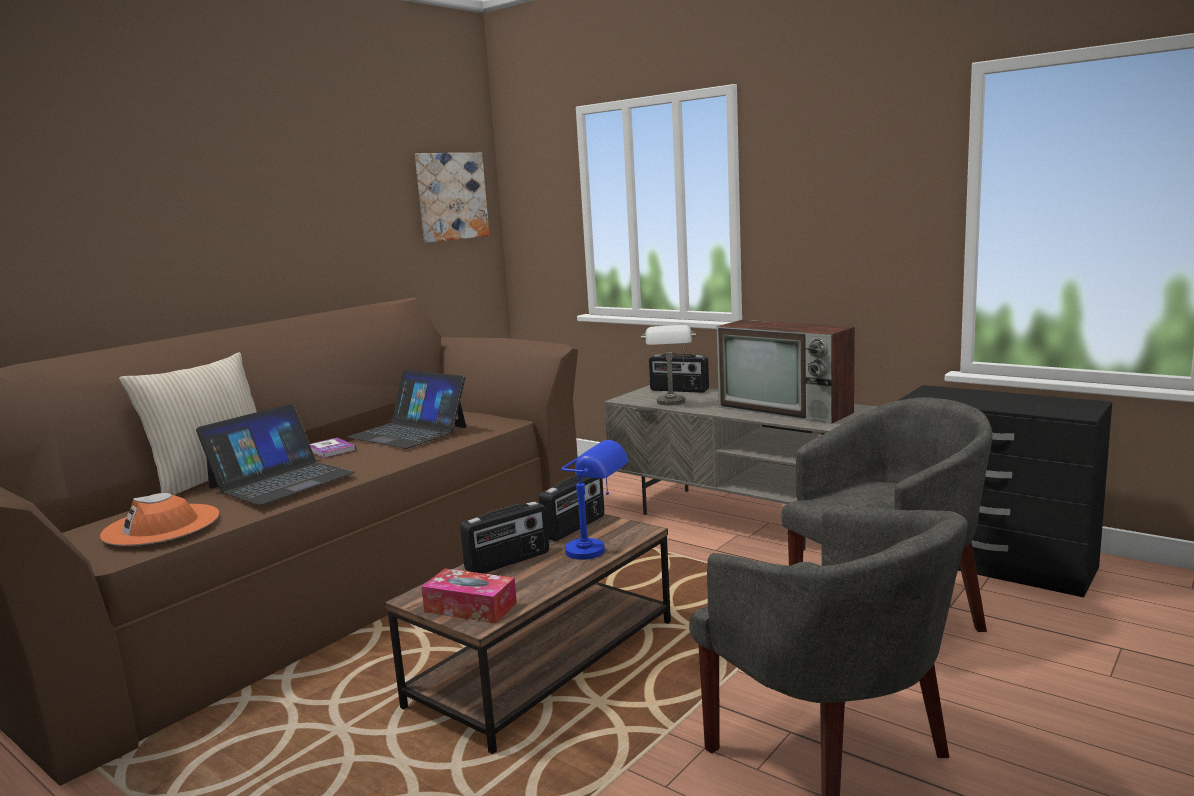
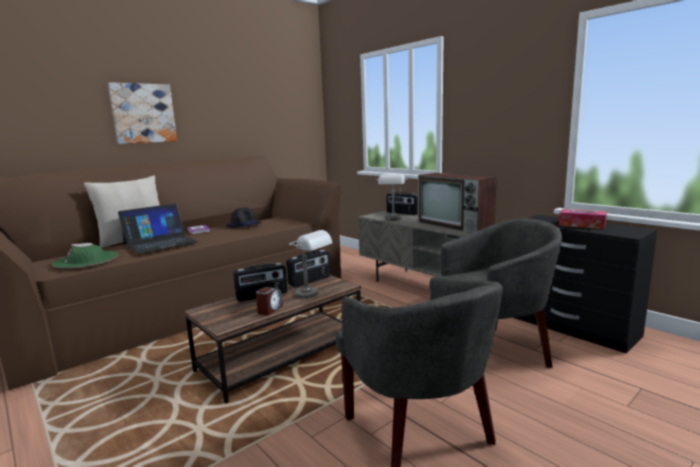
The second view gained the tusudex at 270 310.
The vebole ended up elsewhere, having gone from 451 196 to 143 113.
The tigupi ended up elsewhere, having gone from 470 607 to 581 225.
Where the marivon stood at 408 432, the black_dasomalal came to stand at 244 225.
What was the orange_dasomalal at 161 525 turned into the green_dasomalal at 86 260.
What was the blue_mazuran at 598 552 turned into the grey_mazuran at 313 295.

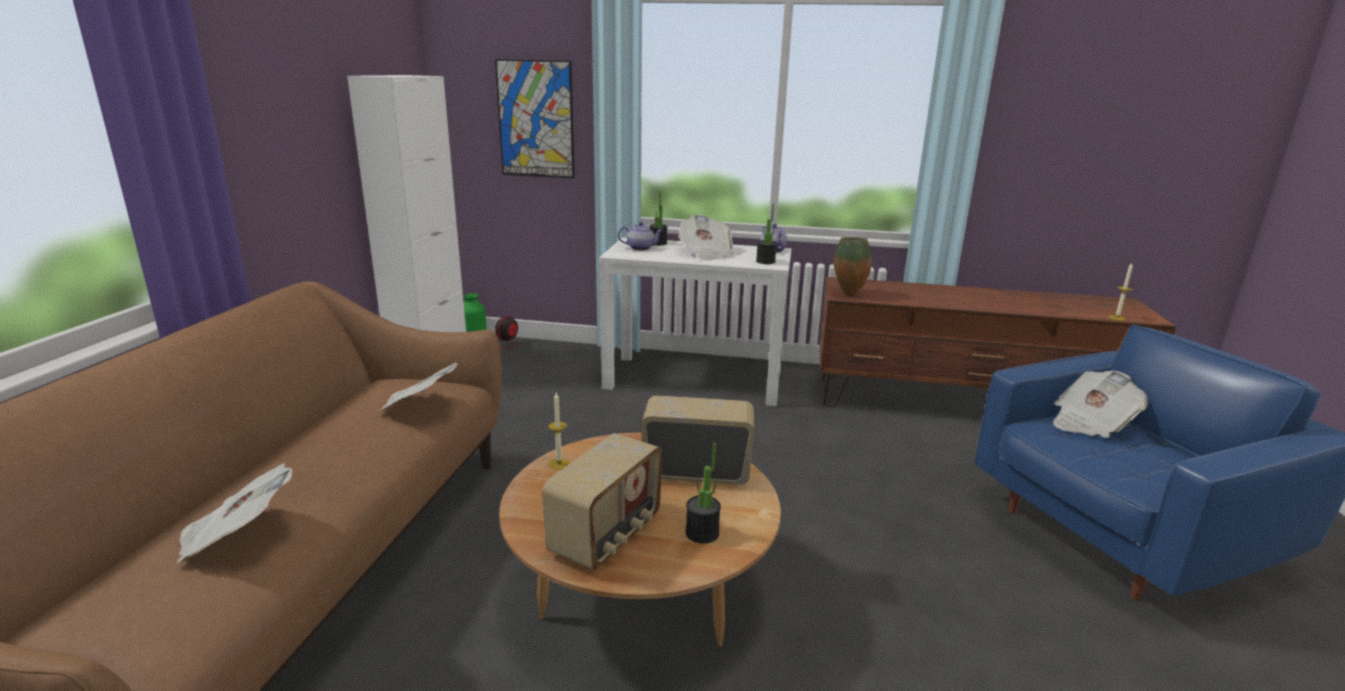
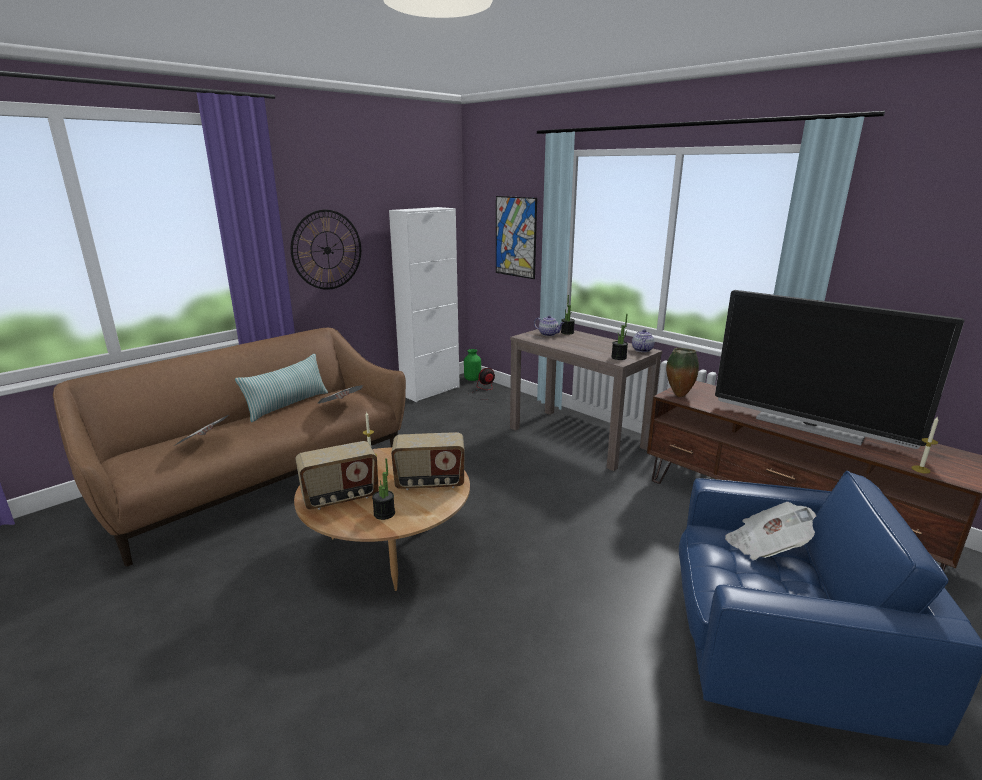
The second view lost the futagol at 705 253.
The second view gained the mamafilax at 287 405.
The second view gained the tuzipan at 327 250.
The second view gained the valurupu at 809 426.
What was the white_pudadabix at 695 379 turned into the brown_pudadabix at 578 438.
The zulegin at 696 472 ended up facing another way, 135 degrees clockwise from before.

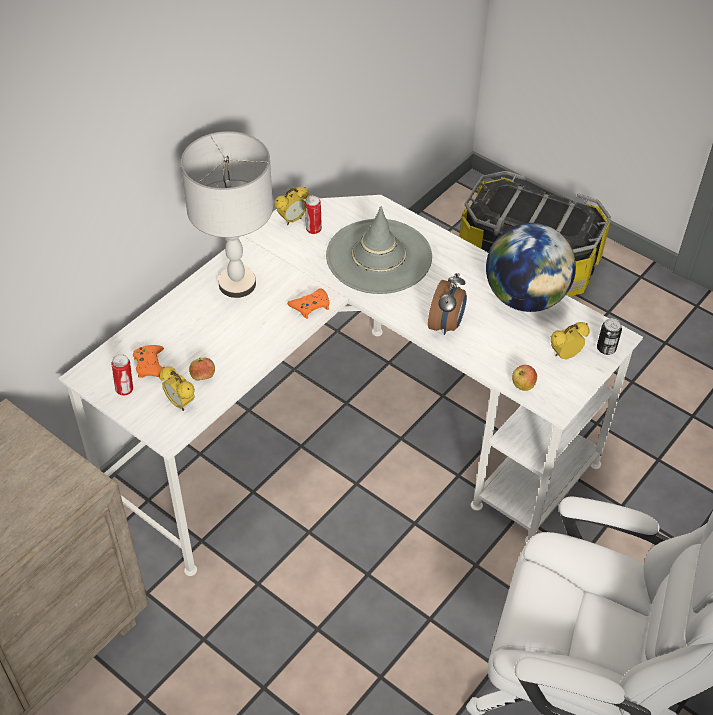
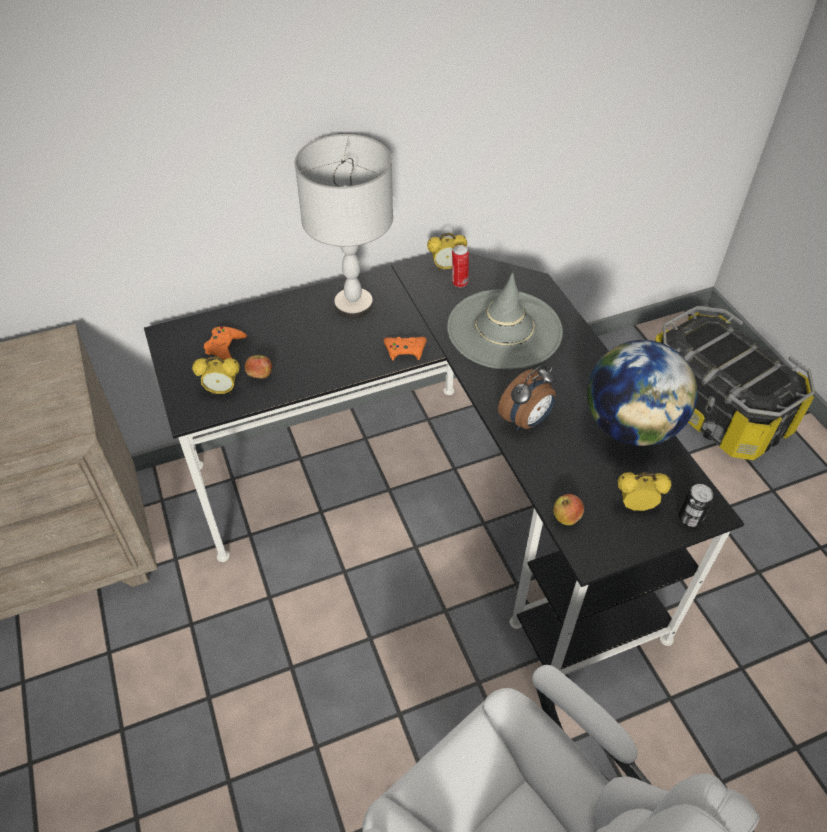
The second view lost the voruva at 125 389.
What was the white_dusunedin at 348 437 turned into the black_dusunedin at 435 501.
The tusudex at 180 403 ended up facing another way, 75 degrees counterclockwise from before.

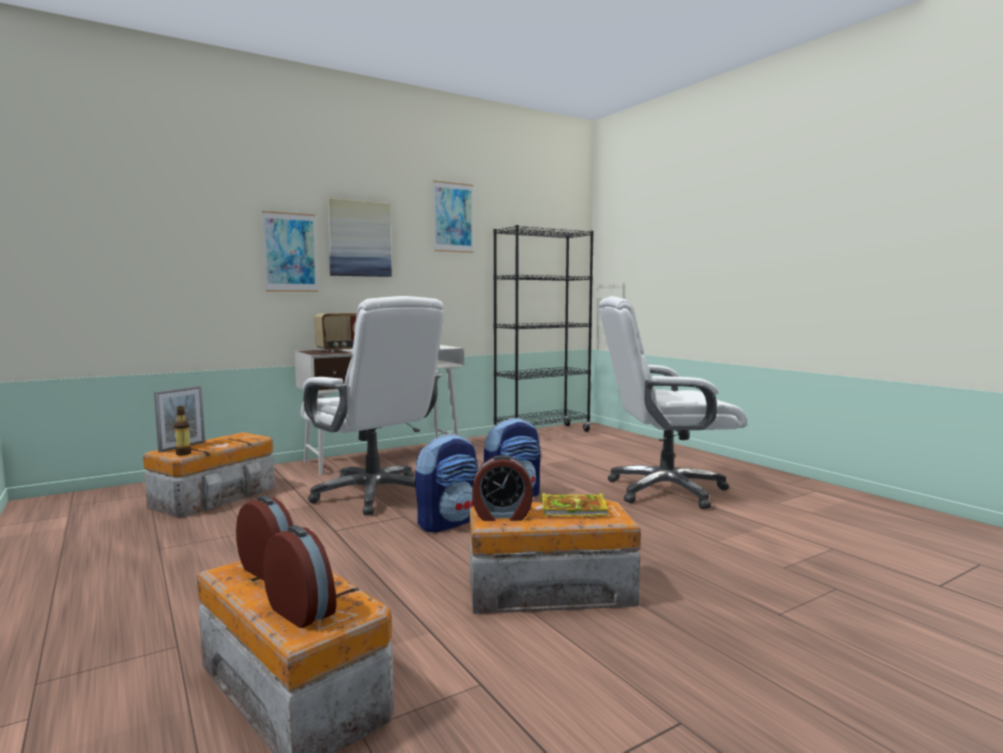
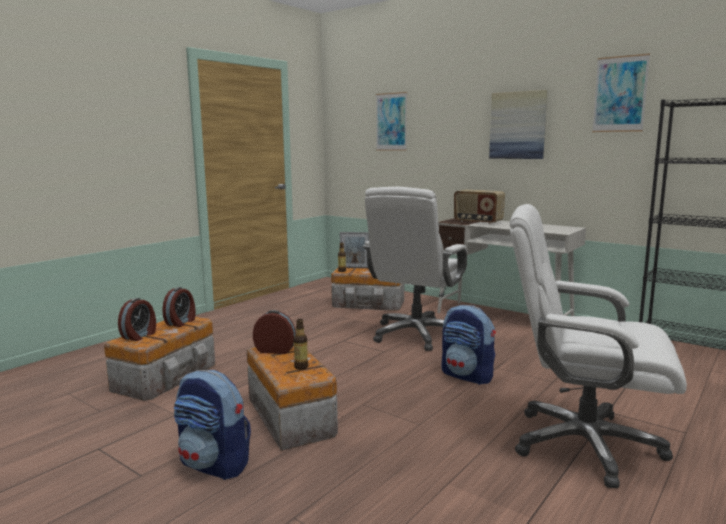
The vebole ended up elsewhere, having gone from 290 252 to 391 122.
The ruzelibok ended up elsewhere, having gone from 448 522 to 215 465.
Where the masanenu stood at 575 509, the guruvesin came to stand at 301 367.
The tusudex at 502 516 ended up facing another way, 120 degrees clockwise from before.
The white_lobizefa at 665 490 ended up facing another way, 45 degrees counterclockwise from before.

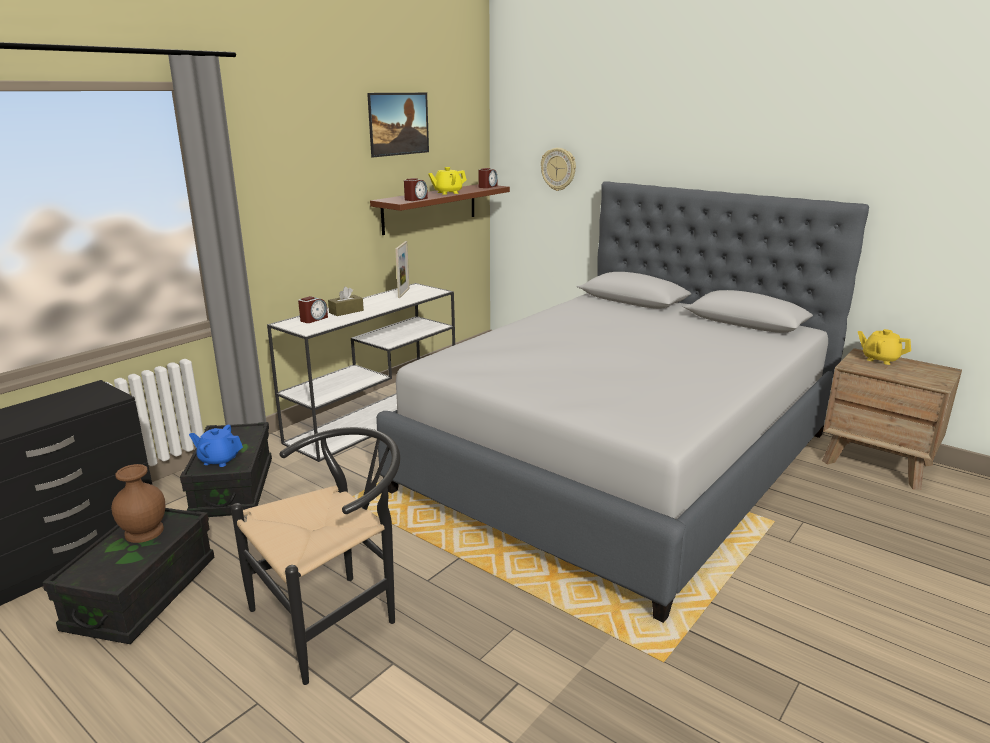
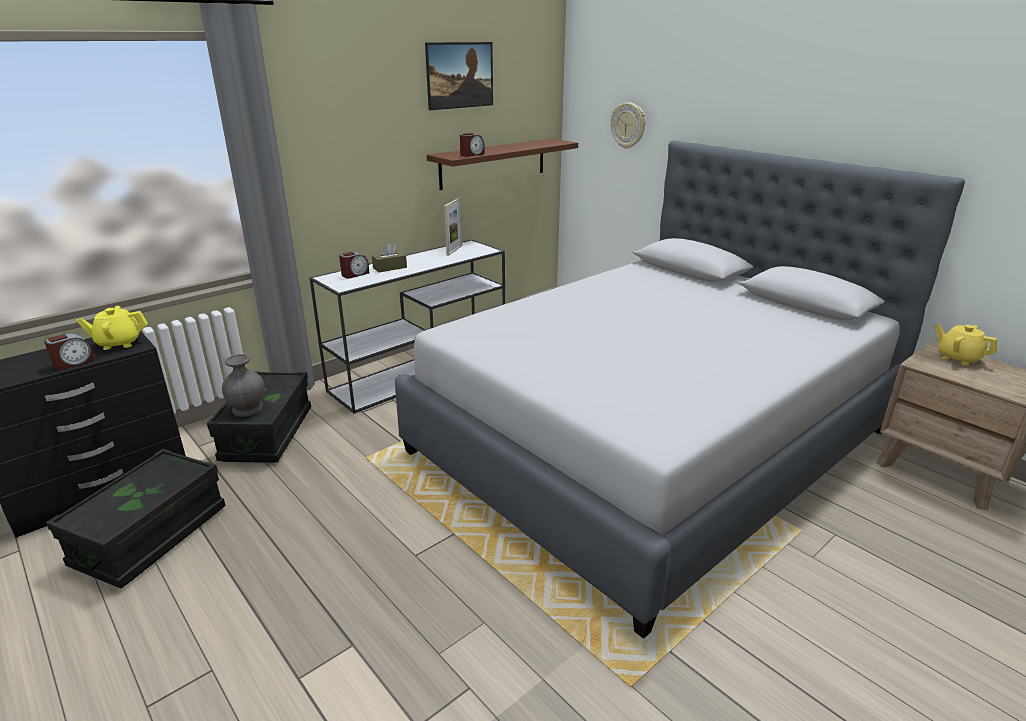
The second view lost the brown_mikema at 144 531.
The second view lost the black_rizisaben at 335 616.
The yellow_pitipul ended up elsewhere, having gone from 447 193 to 119 343.
The tusudex ended up elsewhere, having gone from 487 187 to 74 363.
Where the blue_pitipul stood at 219 460, the grey_mikema came to stand at 248 408.

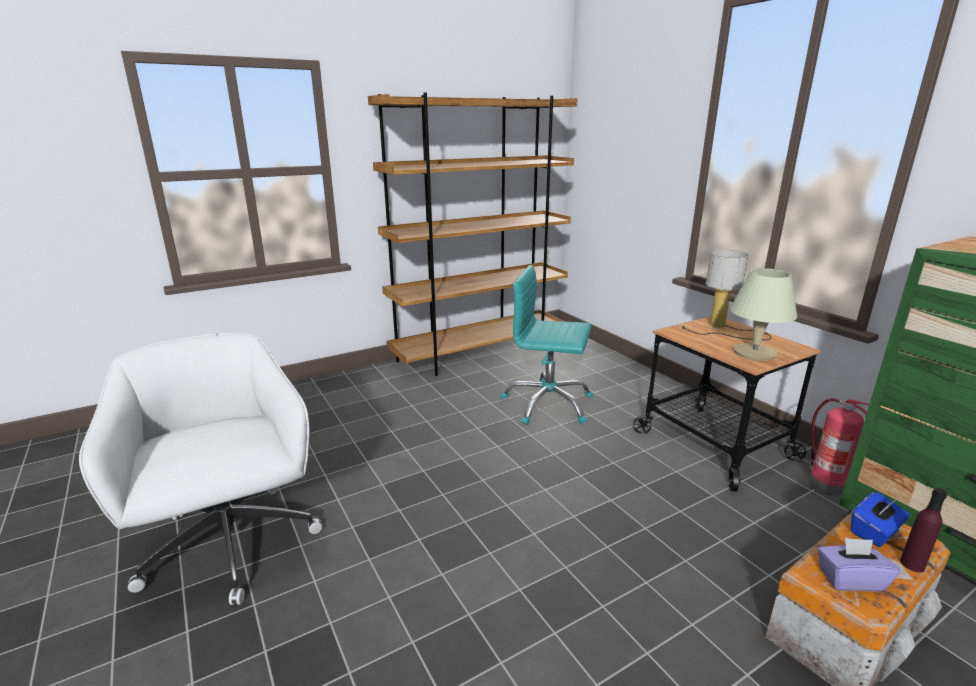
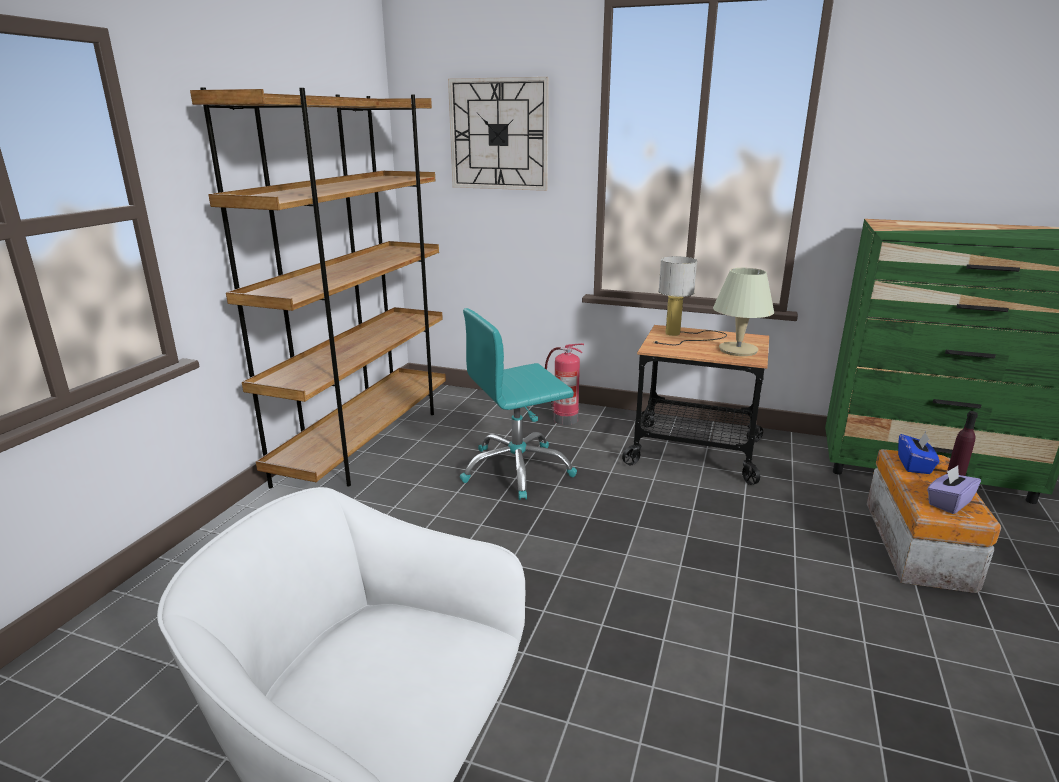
The second view gained the tuzipan at 499 134.
The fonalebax ended up elsewhere, having gone from 823 485 to 564 419.

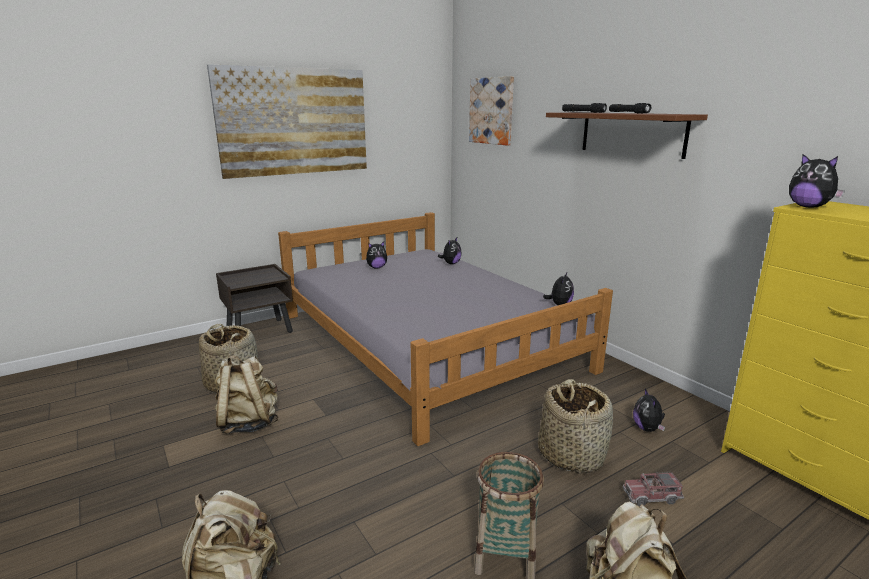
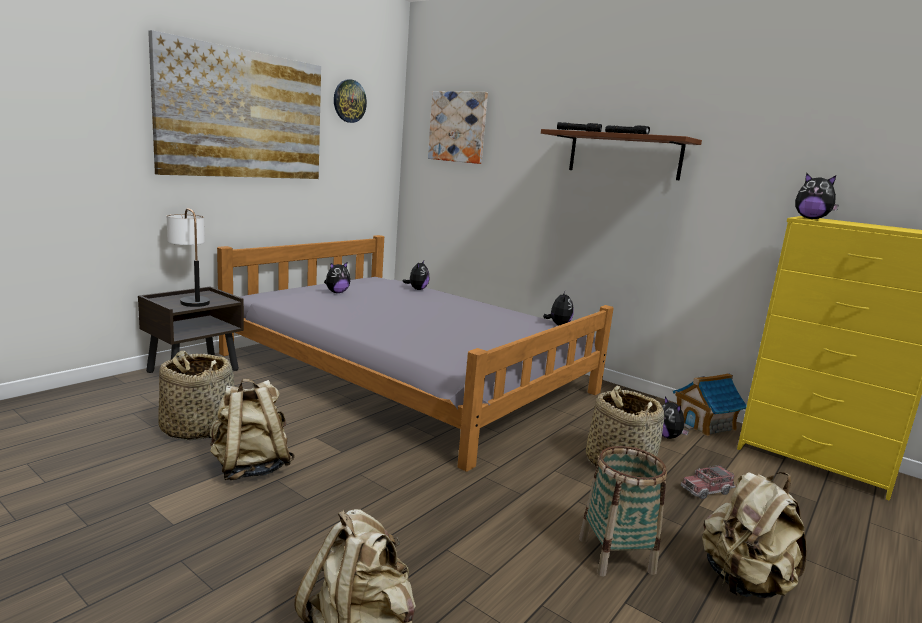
The second view gained the mazuran at 191 299.
The second view gained the tuzipan at 349 101.
The second view gained the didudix at 704 423.

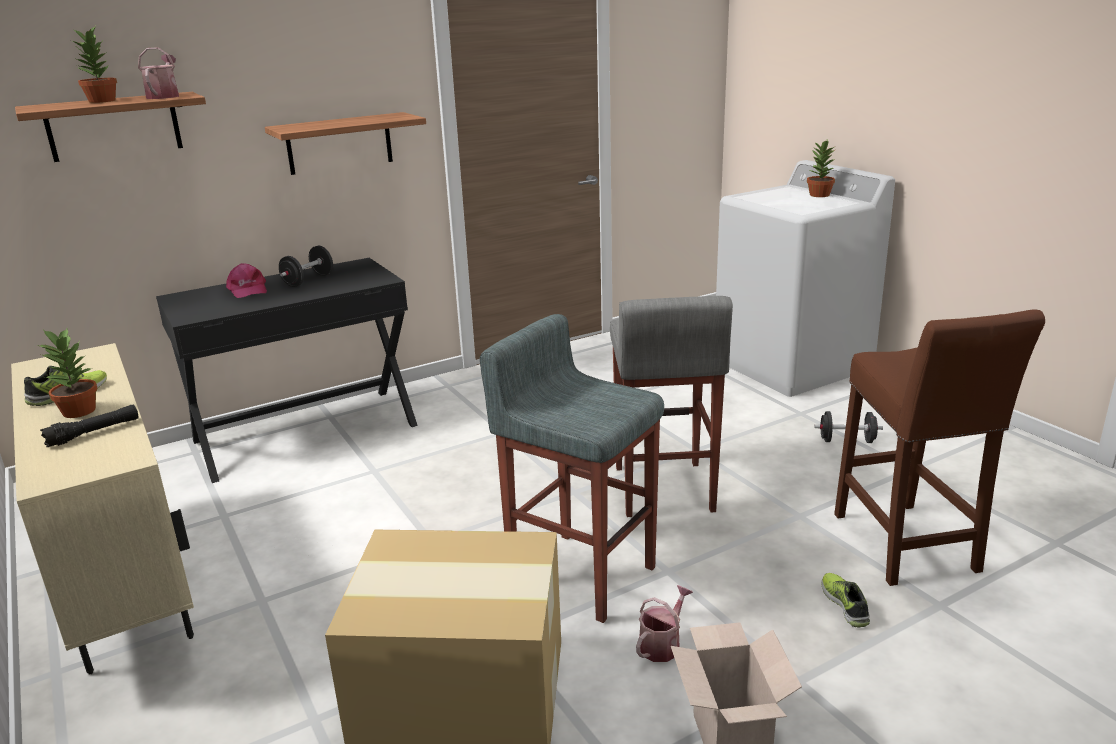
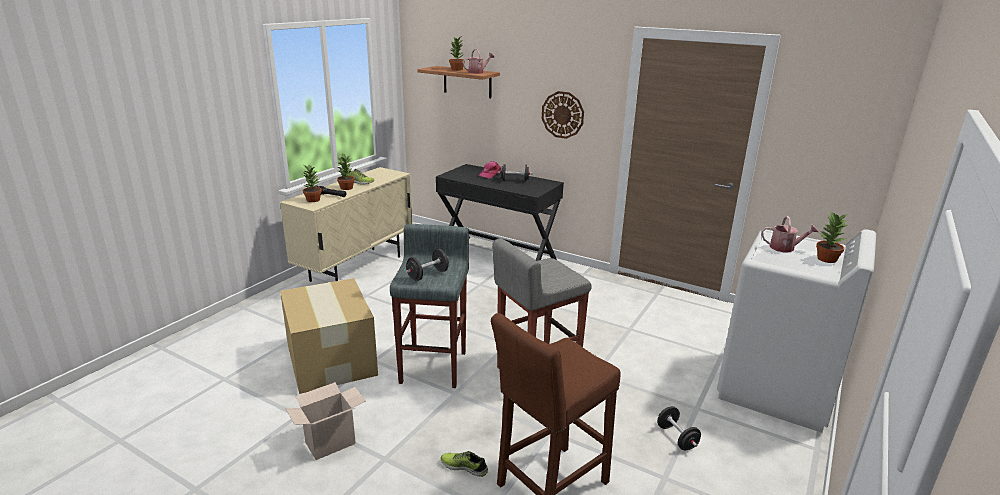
The second view gained the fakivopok at 313 200.
The second view gained the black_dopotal at 428 275.
The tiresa ended up elsewhere, having gone from 662 644 to 785 248.
Where the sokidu hung at 339 143, the tuzipan came to hang at 562 115.
The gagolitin at 845 604 ended up facing another way, 120 degrees counterclockwise from before.

